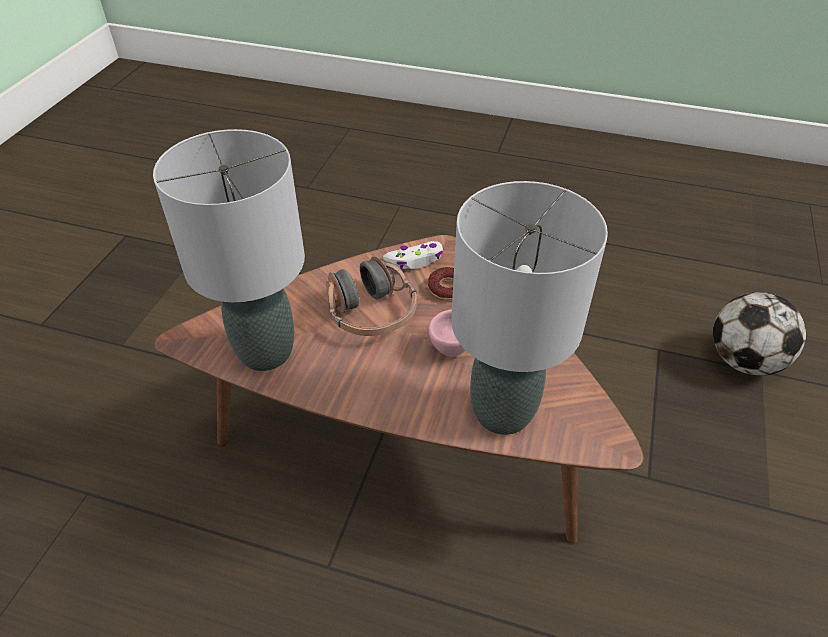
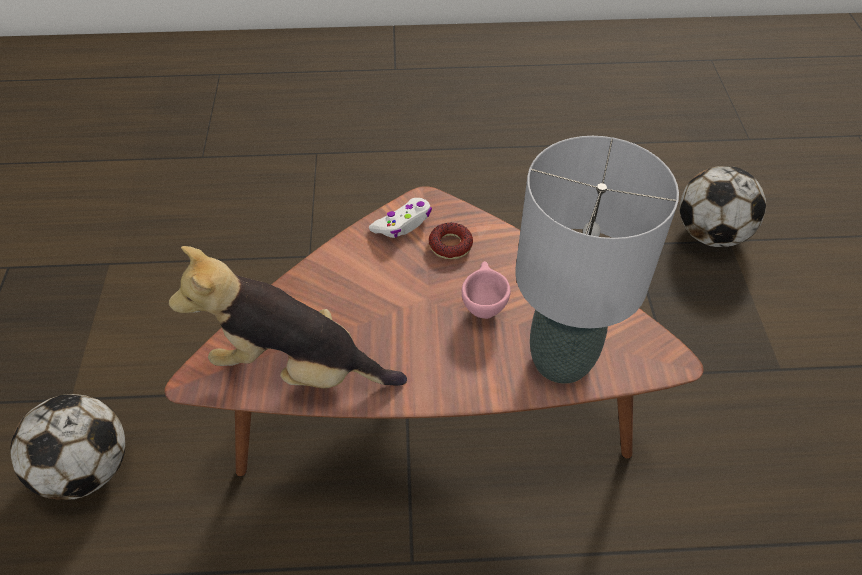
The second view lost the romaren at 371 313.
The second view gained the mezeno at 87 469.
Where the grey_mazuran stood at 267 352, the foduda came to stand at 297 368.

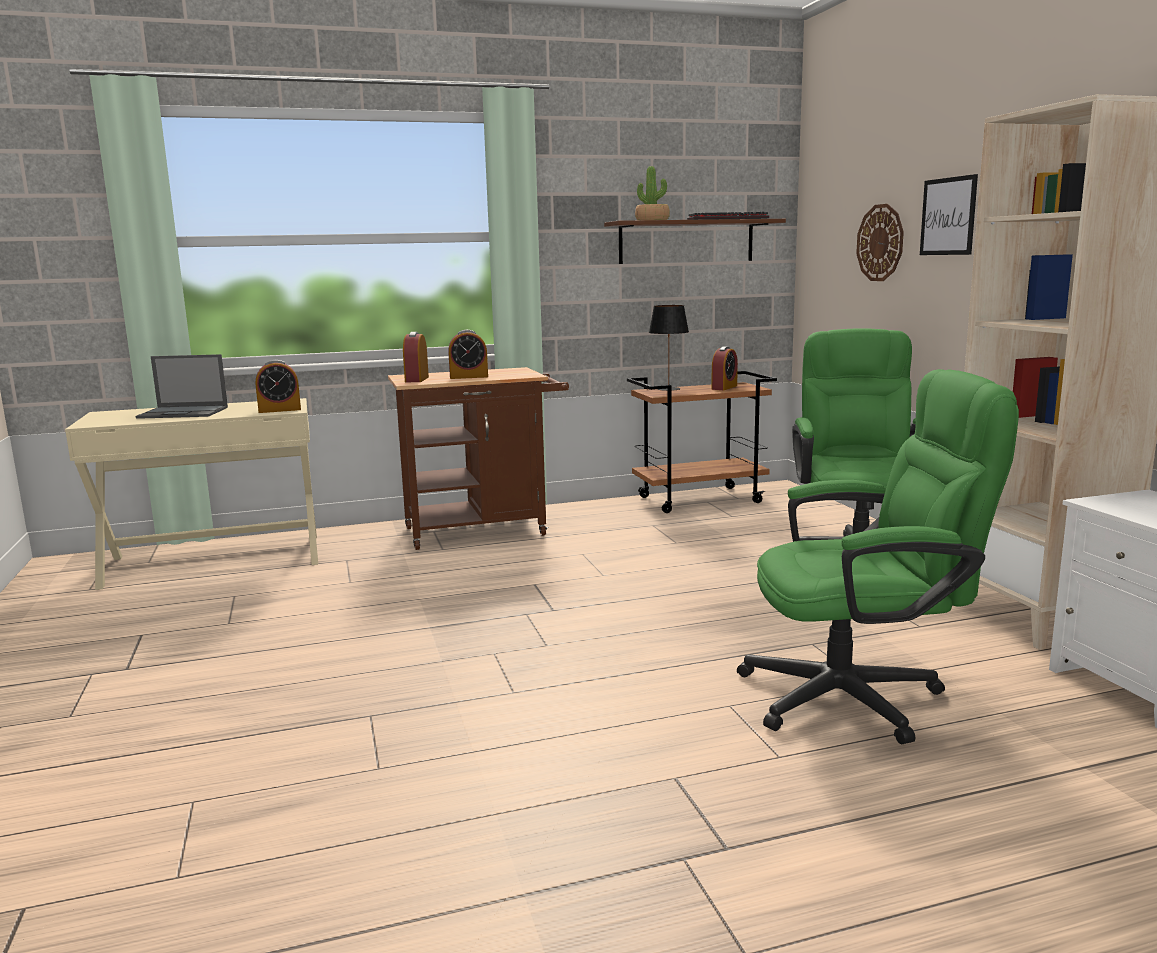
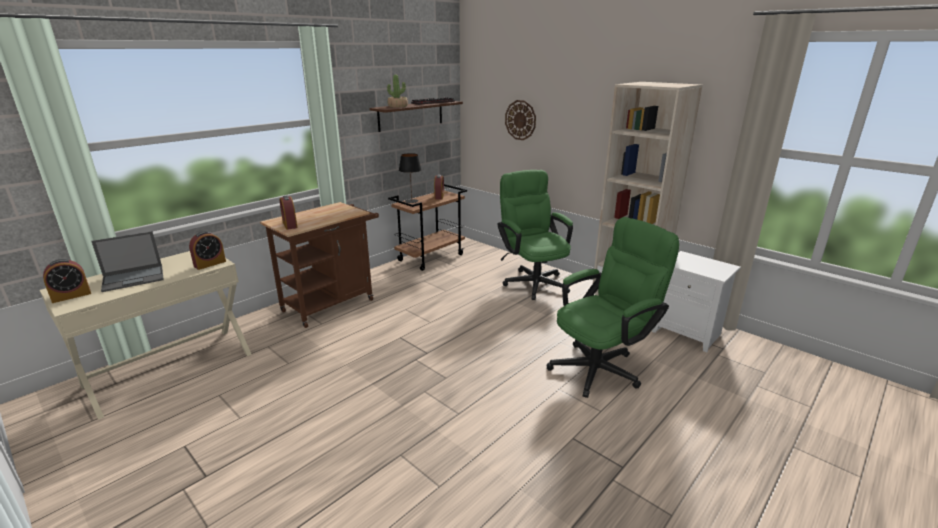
The second view lost the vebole at 948 216.
The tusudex ended up elsewhere, having gone from 469 377 to 71 296.

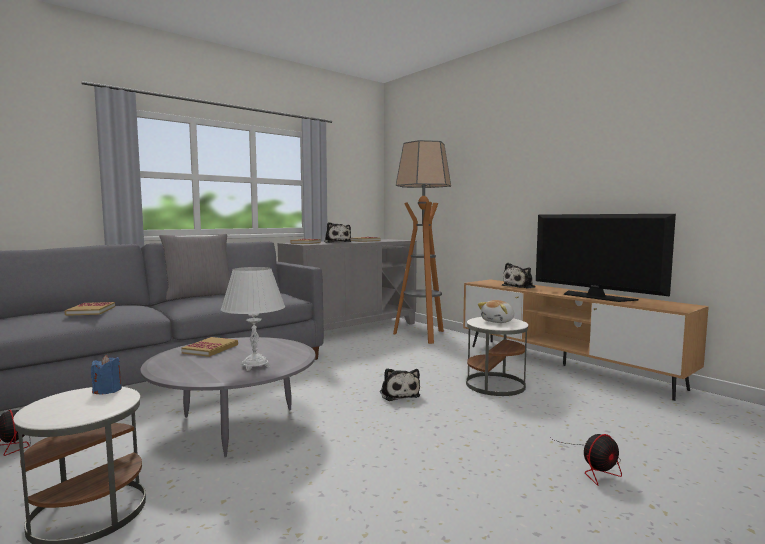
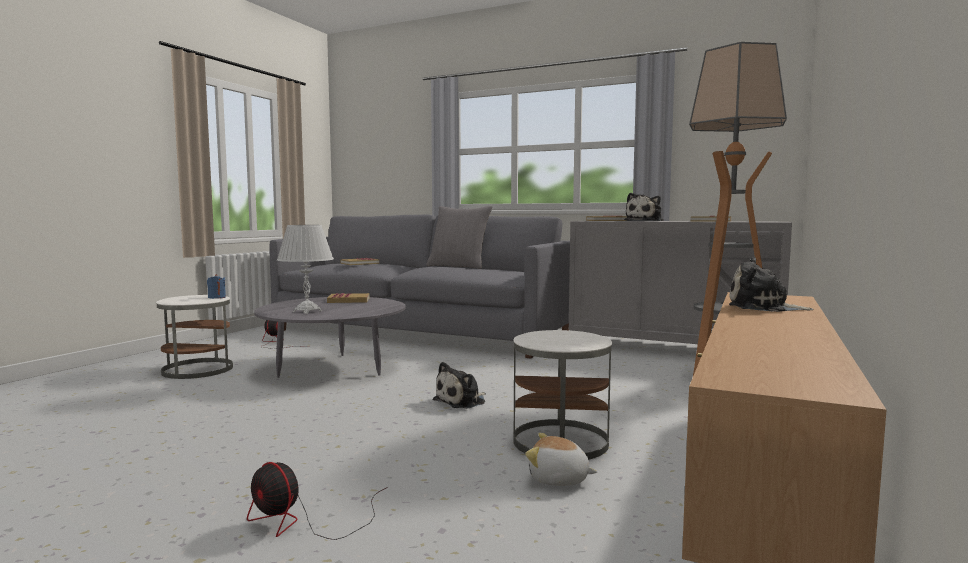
The second view lost the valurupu at 596 297.
The foduda ended up elsewhere, having gone from 498 321 to 558 479.

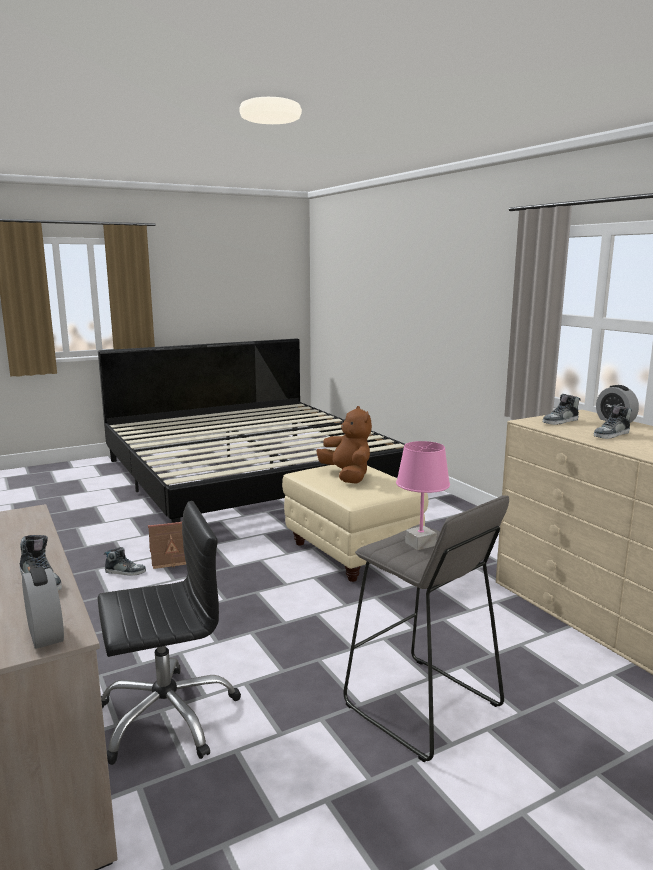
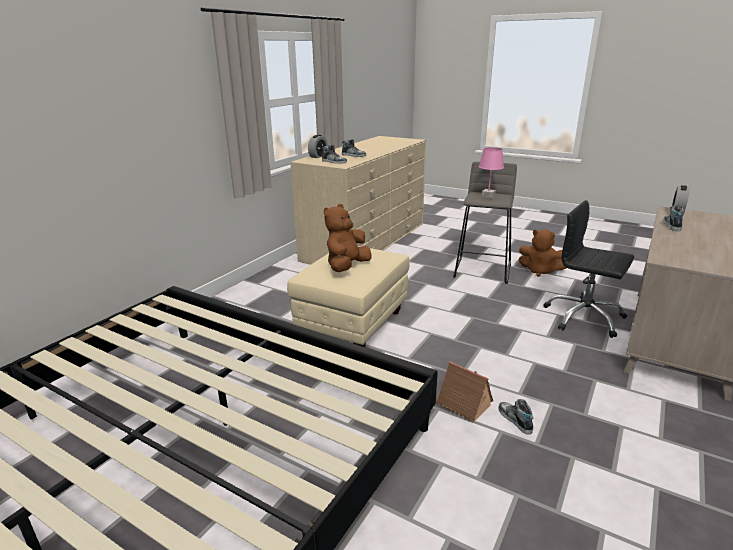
The second view gained the brown_foduda at 540 271.

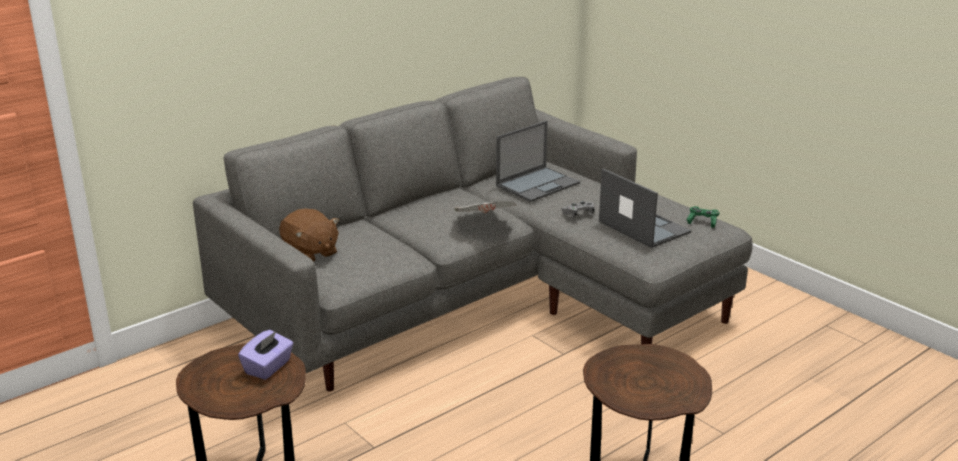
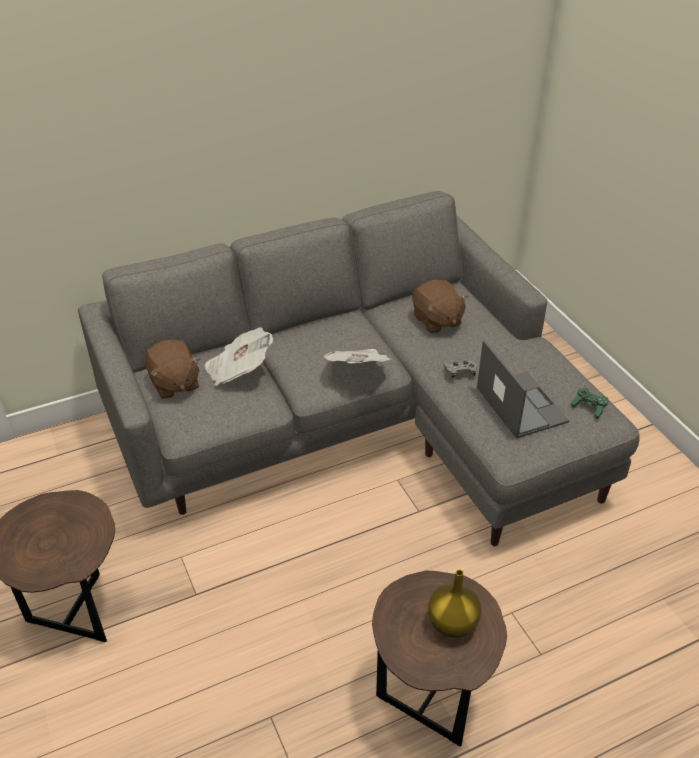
The second view lost the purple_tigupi at 268 367.
The second view gained the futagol at 238 370.
The second view gained the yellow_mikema at 453 623.
Where the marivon stood at 538 184, the brown_foduda came to stand at 436 321.

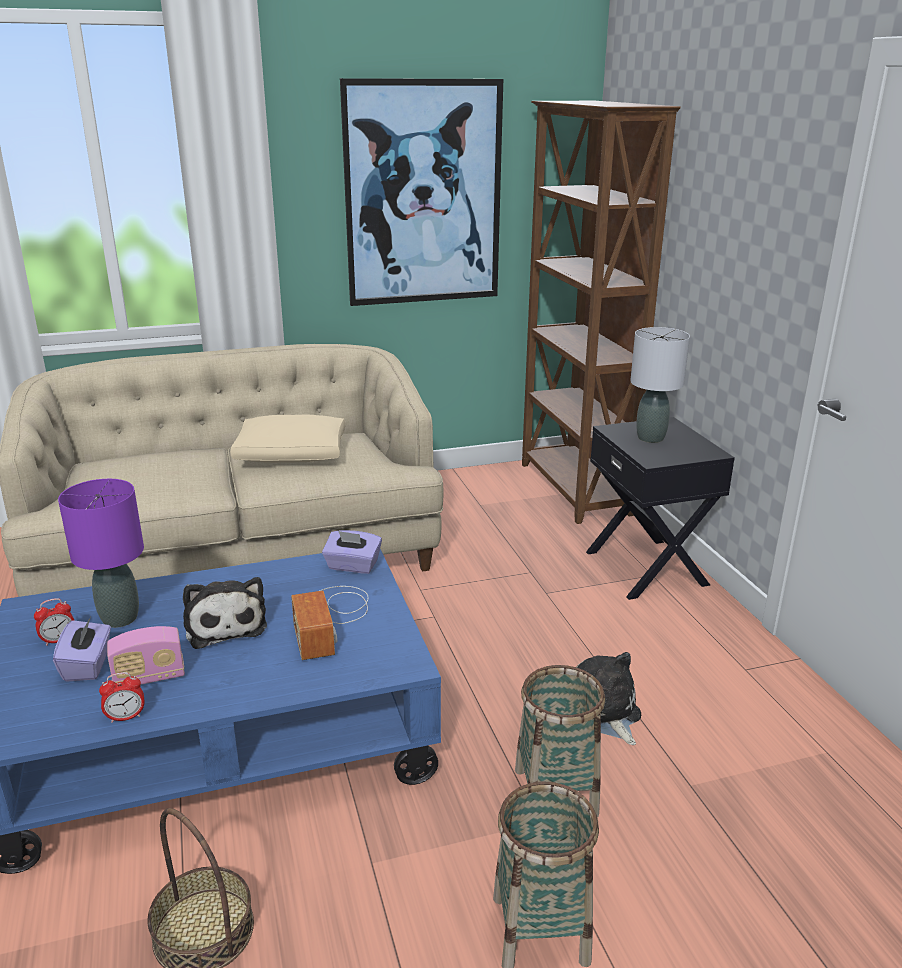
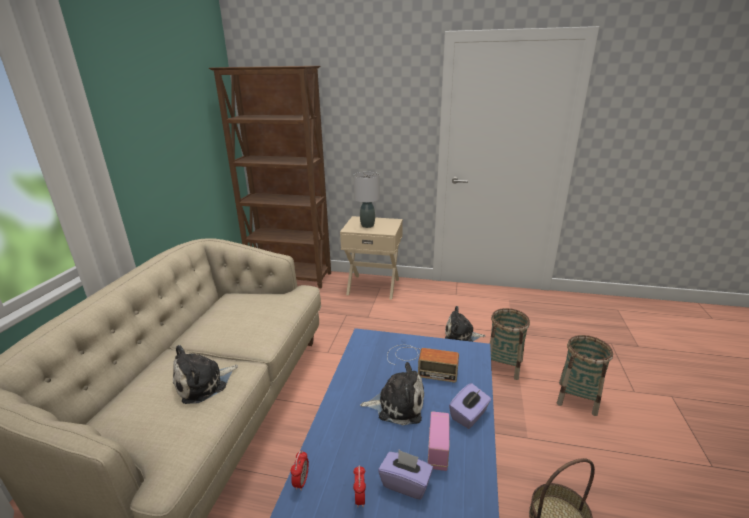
The second view lost the purple_mazuran at 120 618.
The second view lost the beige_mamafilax at 292 454.
The second view lost the vebole at 423 194.
The second view gained the foduda at 204 384.
The tusudex ended up elsewhere, having gone from 126 717 to 301 481.
The purple_tigupi ended up elsewhere, having gone from 352 566 to 469 415.
What was the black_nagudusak at 647 568 turned into the beige_nagudusak at 373 286.

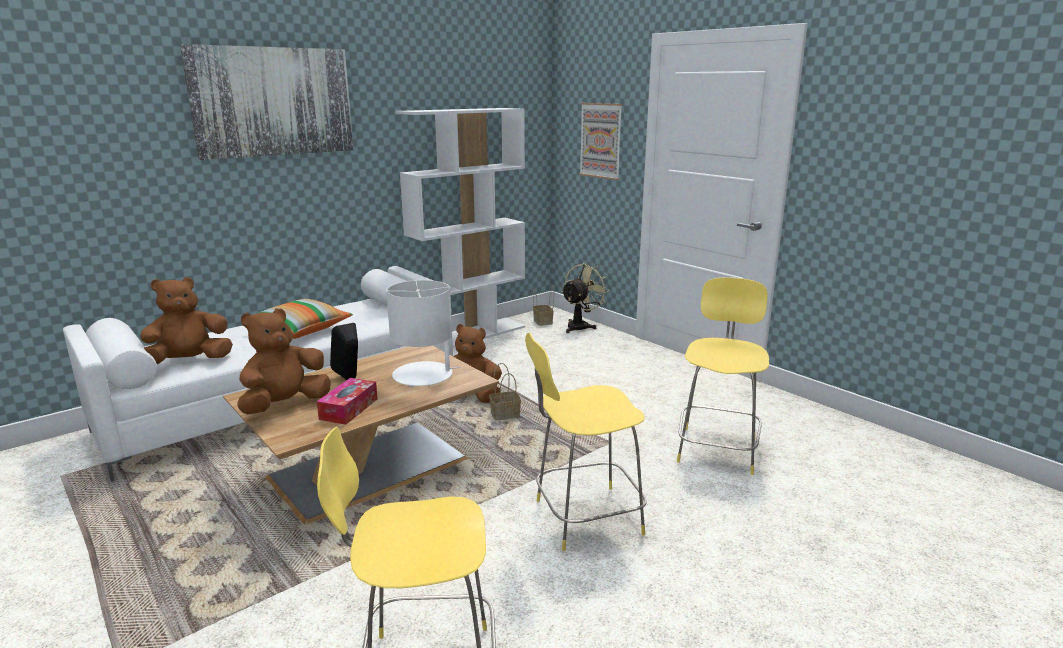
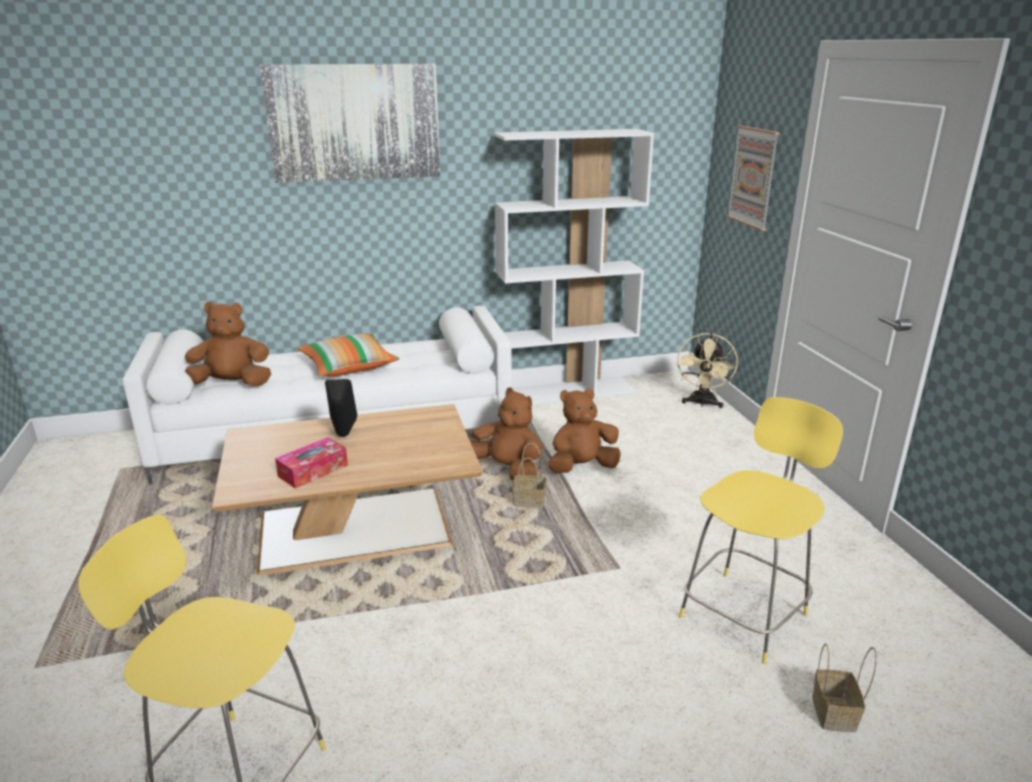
The second view lost the white_mazuran at 423 375.
The second view lost the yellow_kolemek at 584 518.
The brown_foduda ended up elsewhere, having gone from 285 405 to 582 467.
The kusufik ended up elsewhere, having gone from 543 322 to 835 714.
The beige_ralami at 580 326 ended up facing another way, 135 degrees clockwise from before.

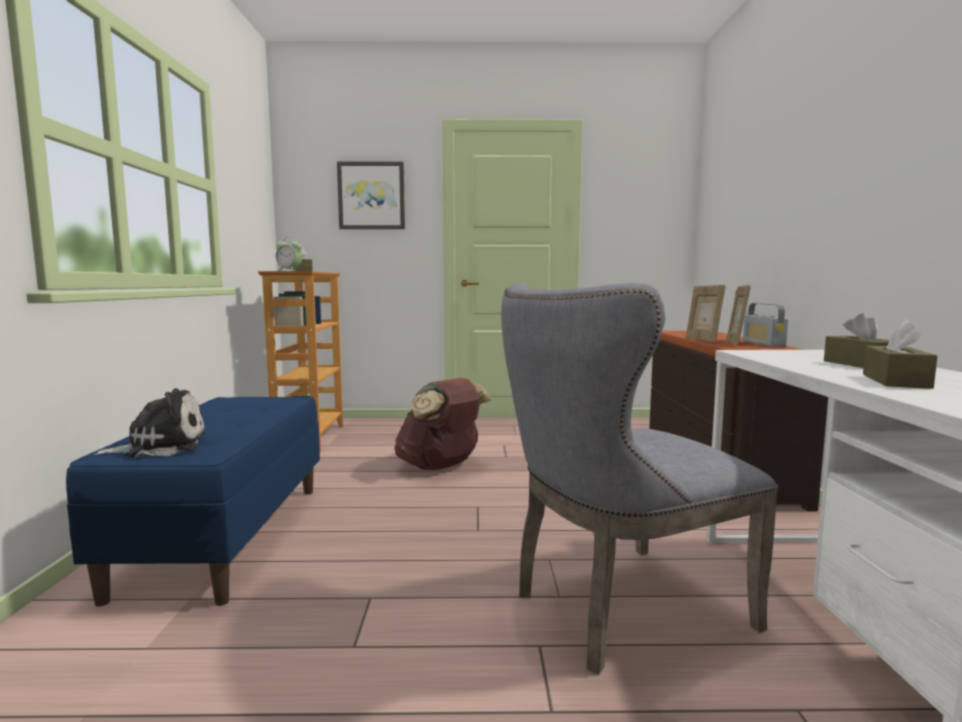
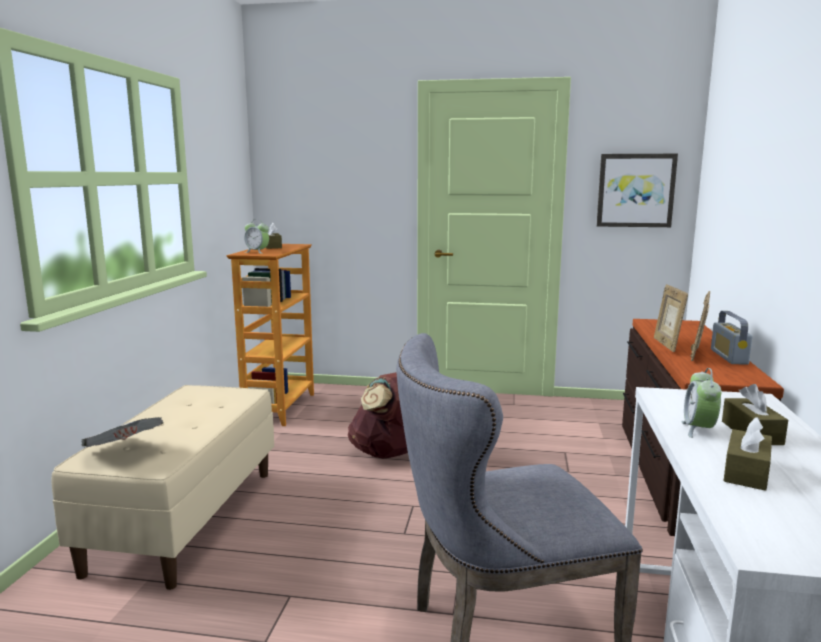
The second view gained the tusudex at 698 430.
The vebole ended up elsewhere, having gone from 371 196 to 635 190.
Where the foduda stood at 161 446, the futagol came to stand at 124 453.
What was the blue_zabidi at 226 536 turned into the beige_zabidi at 185 518.

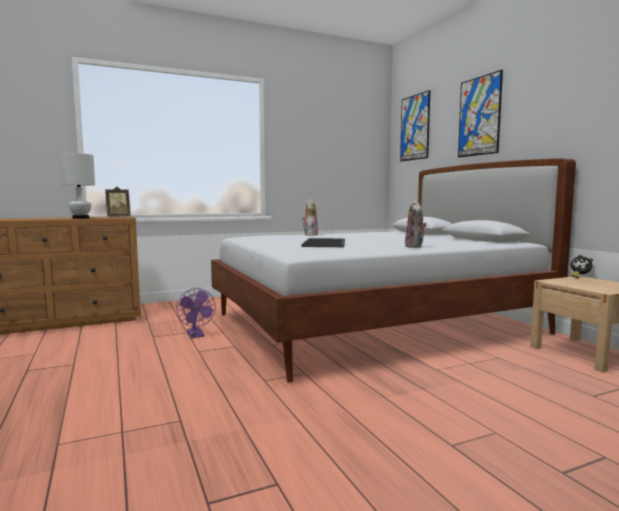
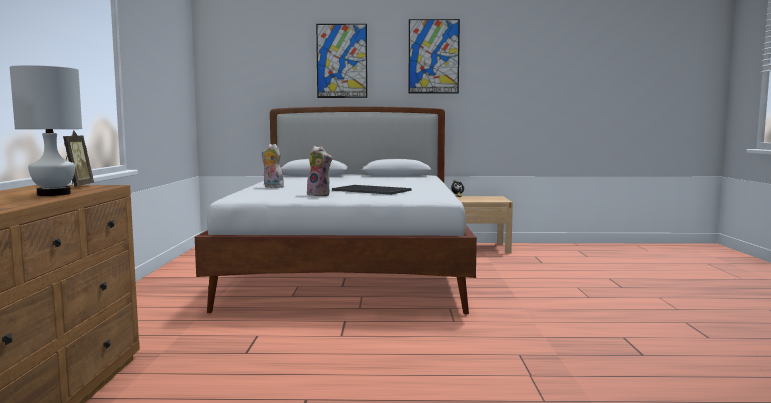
The second view lost the purple_ralami at 196 335.
The vebole ended up elsewhere, having gone from 415 127 to 433 56.
The foduda ended up elsewhere, having gone from 415 246 to 320 195.

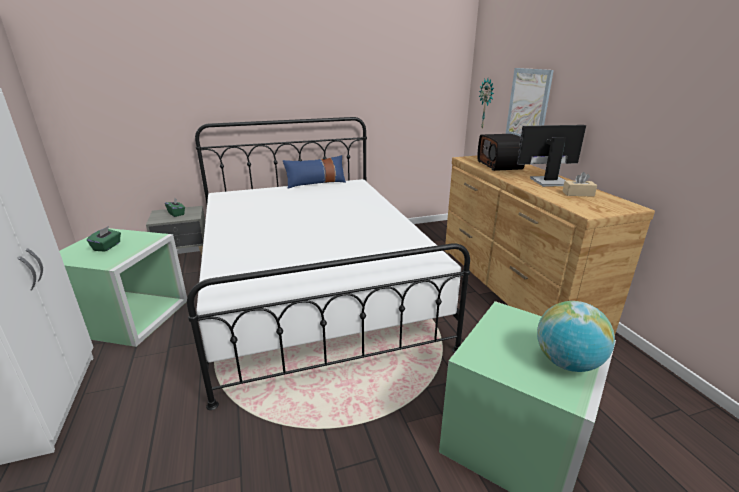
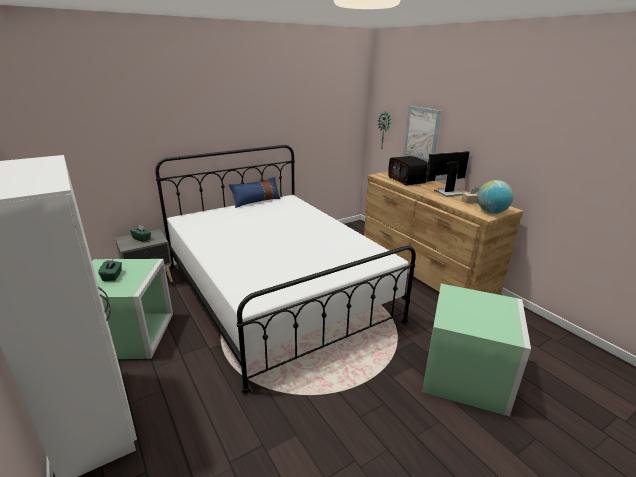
The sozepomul ended up elsewhere, having gone from 567 363 to 491 212.

